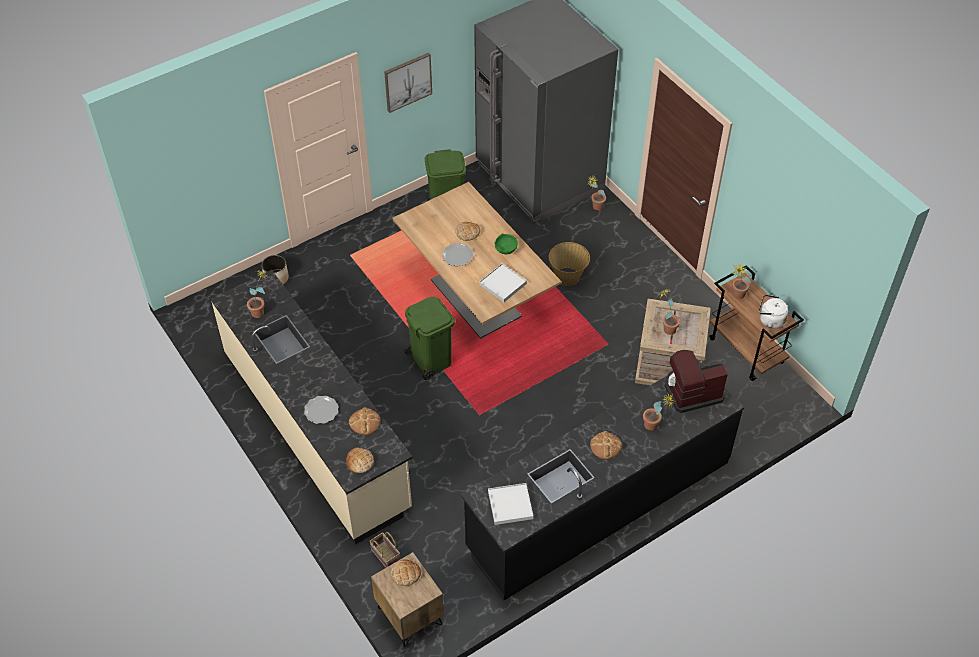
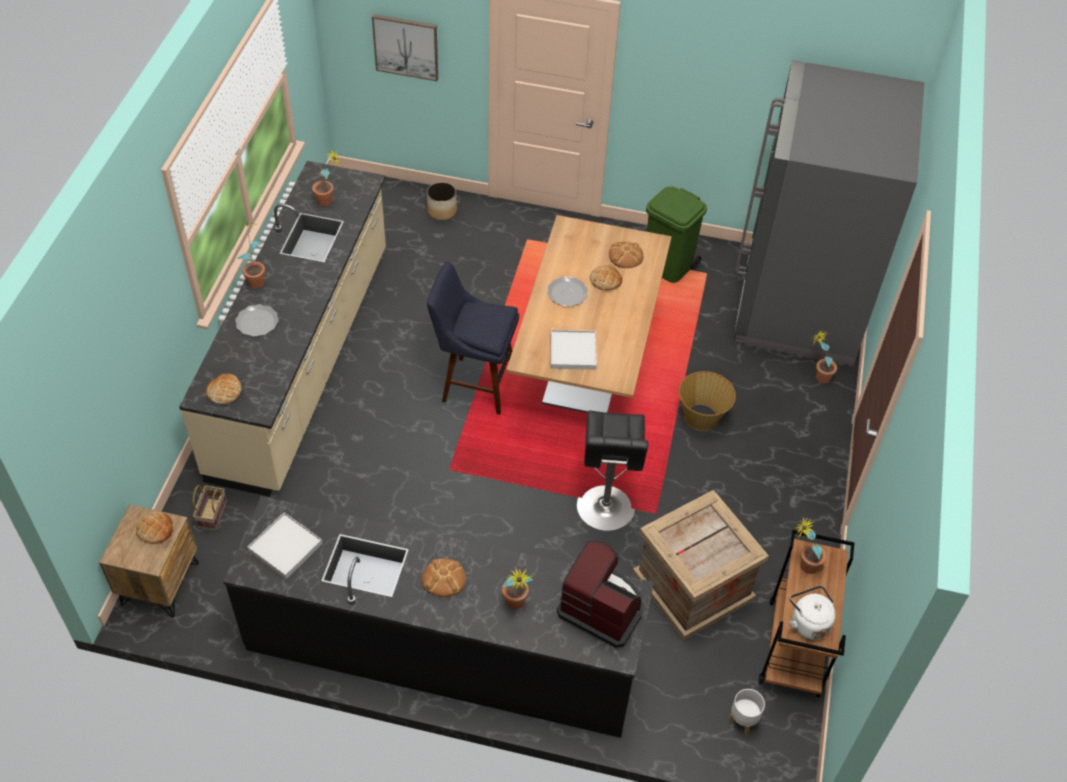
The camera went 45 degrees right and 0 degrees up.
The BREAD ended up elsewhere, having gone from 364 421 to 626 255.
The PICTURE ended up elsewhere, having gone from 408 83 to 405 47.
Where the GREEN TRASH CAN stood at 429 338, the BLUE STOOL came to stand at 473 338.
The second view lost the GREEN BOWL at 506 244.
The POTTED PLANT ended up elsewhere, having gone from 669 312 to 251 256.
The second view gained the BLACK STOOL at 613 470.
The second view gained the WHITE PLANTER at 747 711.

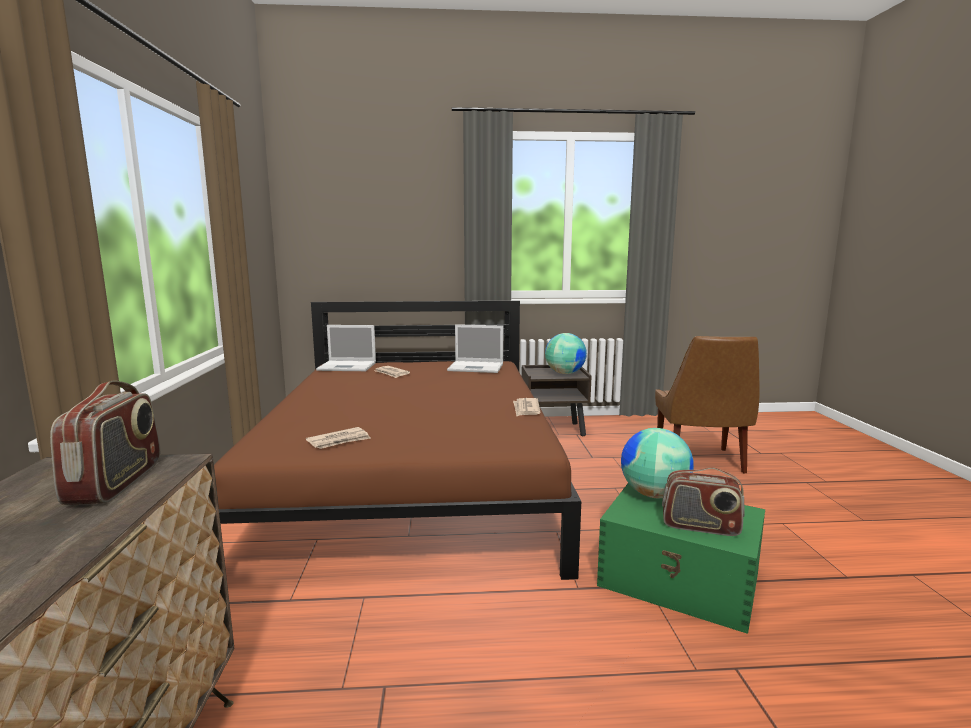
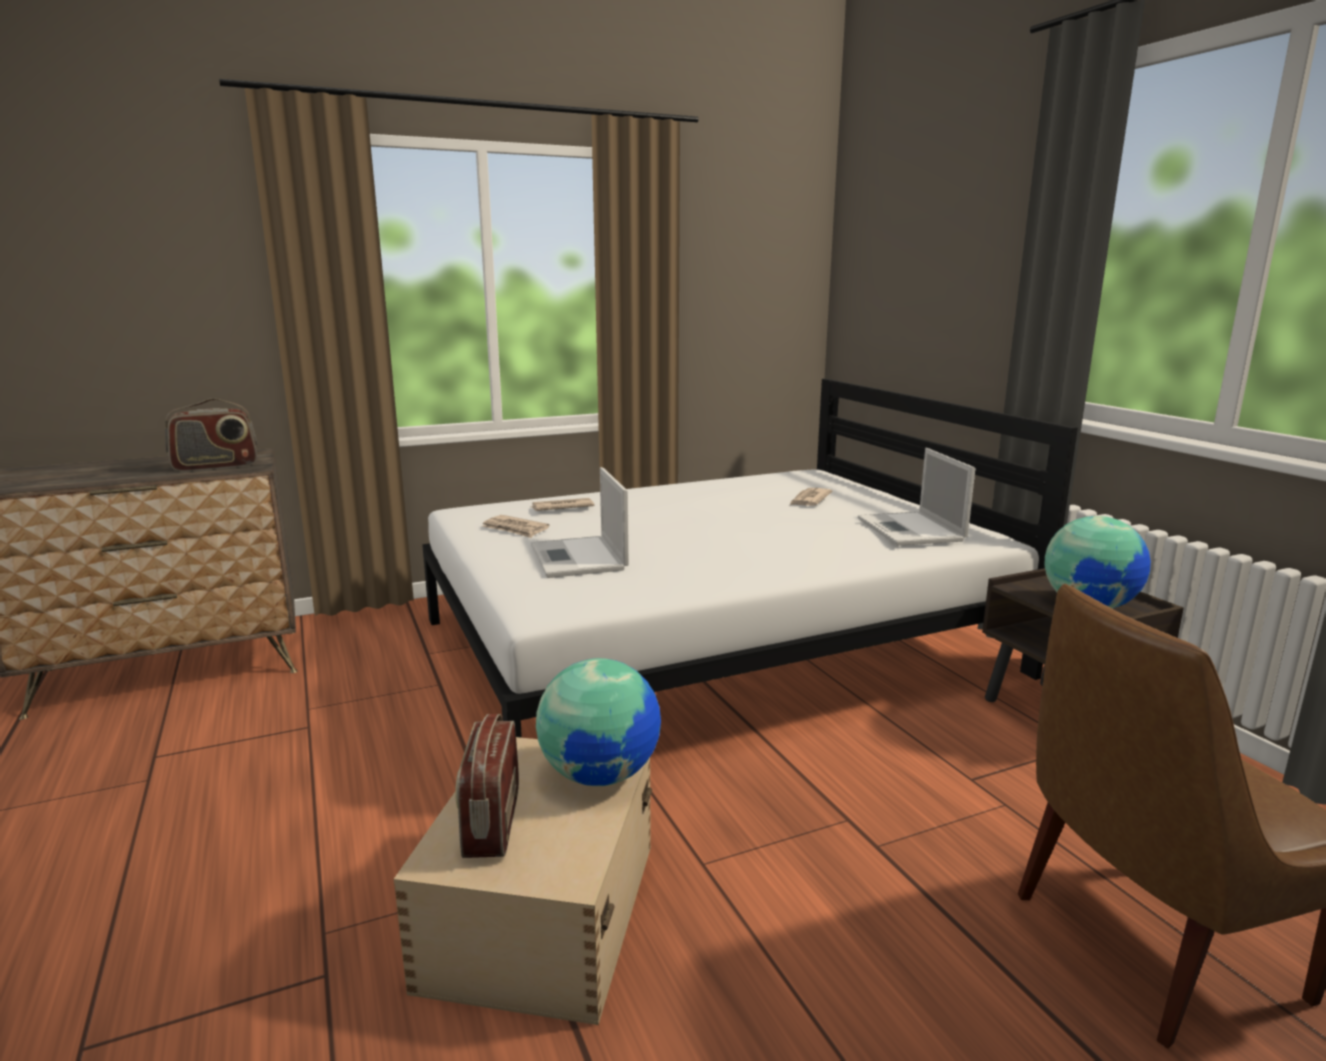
The camera went 70 degrees right and 5 degrees up.
What was the BROWN BED at 397 440 turned into the WHITE BED at 750 558.
The LAPTOP ended up elsewhere, having gone from 346 348 to 580 522.
The NEWSPAPER ended up elsewhere, having gone from 526 407 to 562 504.
What was the GREEN STORAGE BOX at 681 558 turned into the BEIGE STORAGE BOX at 523 881.

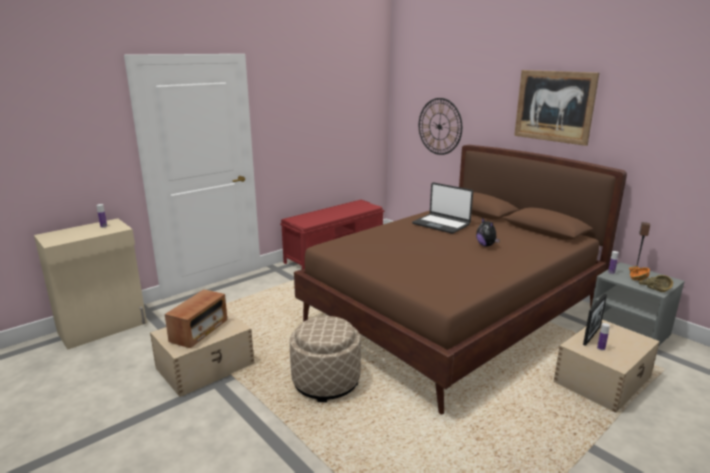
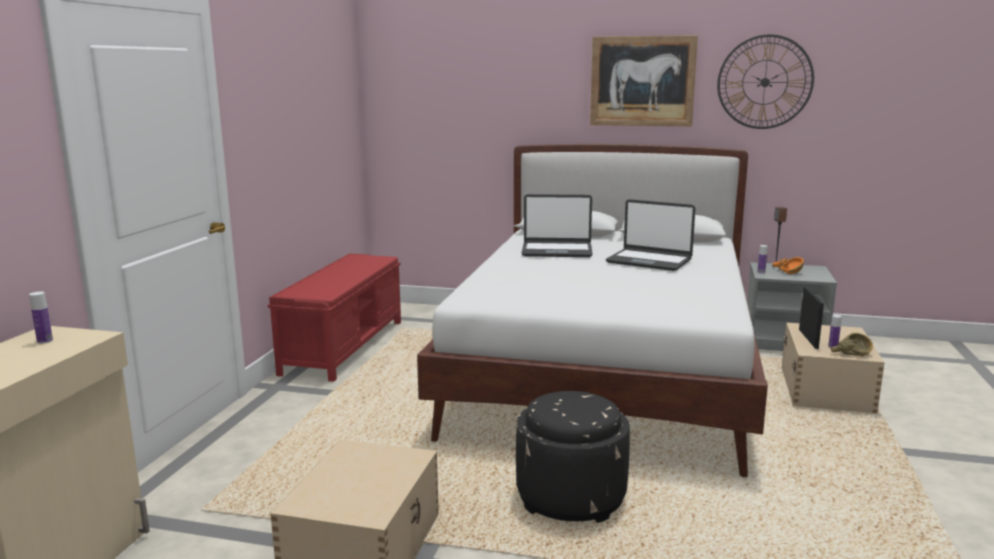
The camera went 35 degrees left and 5 degrees down.
The second view lost the RADIO at 196 318.
What was the BEIGE OTTOMAN at 325 359 turned into the BLACK OTTOMAN at 573 457.
What was the BROWN BED at 460 279 turned into the WHITE BED at 592 310.
The WALL CLOCK ended up elsewhere, having gone from 440 126 to 765 81.
Where the PLUSH TOY stood at 488 232, the LAPTOP came to stand at 651 235.
The BROWN BOWL ended up elsewhere, having gone from 656 283 to 852 344.

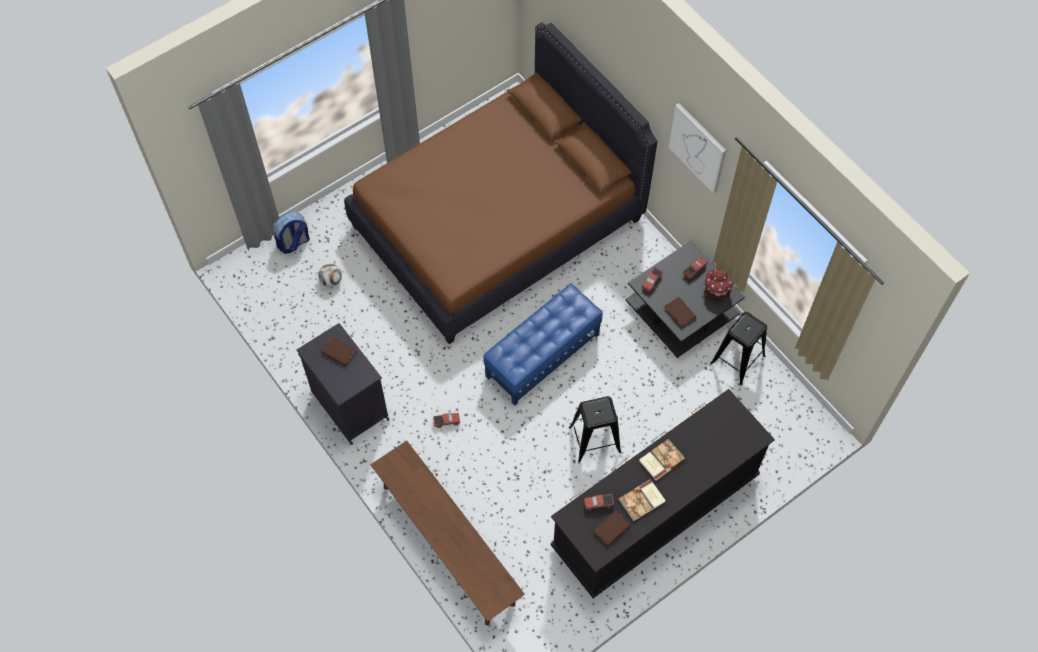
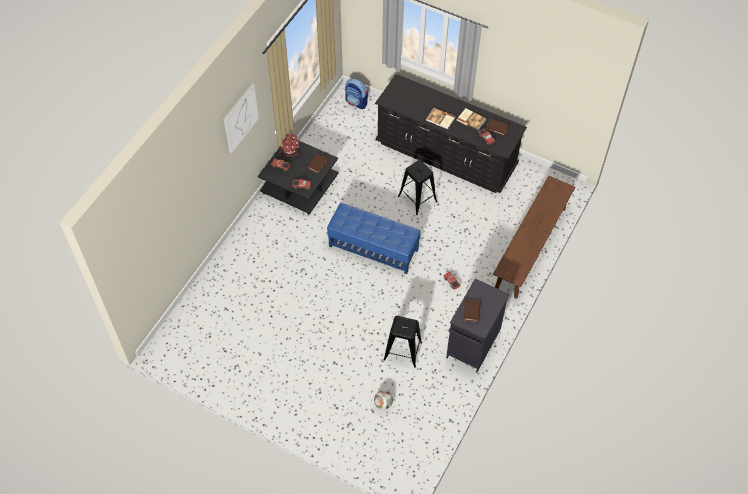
The camera went 115 degrees left and 5 degrees down.
The BACKPACK ended up elsewhere, having gone from 291 233 to 356 93.
The second view lost the BROWN BED at 501 183.
The BLACK STOOL ended up elsewhere, having gone from 738 348 to 402 342.

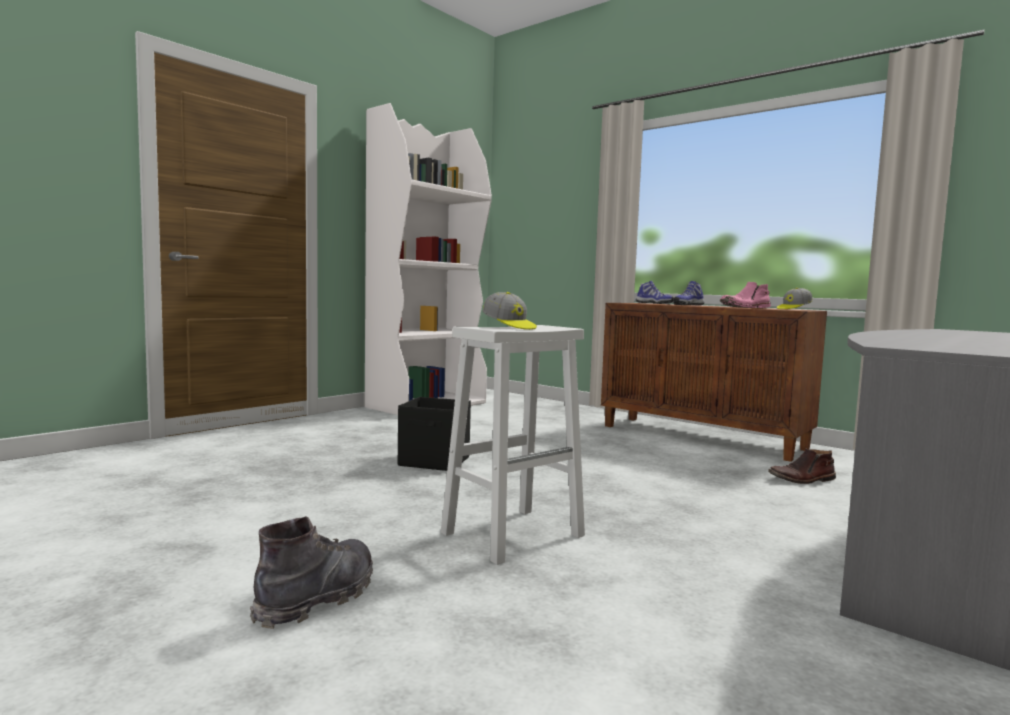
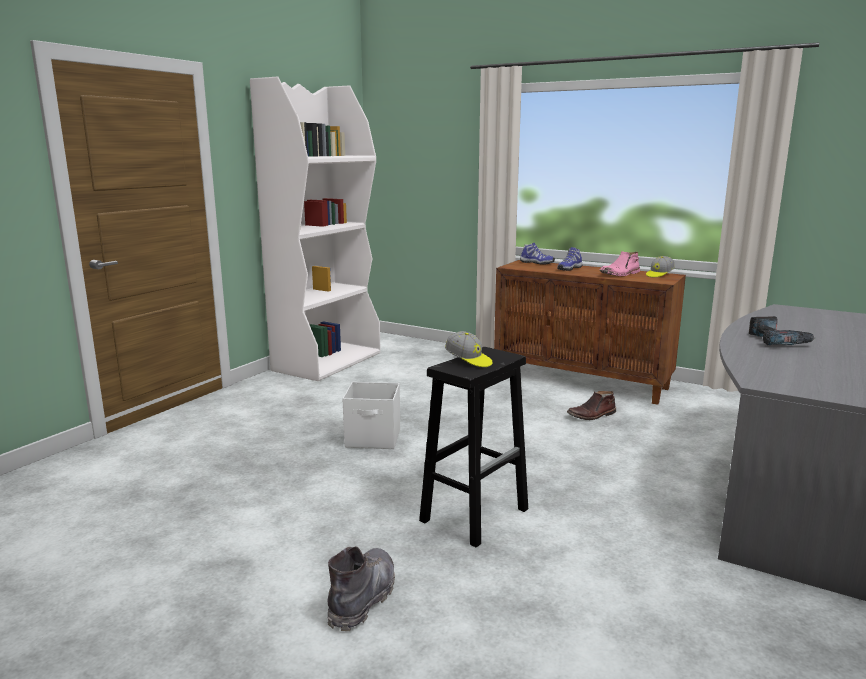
The camera went 10 degrees left and 10 degrees up.
What was the BLACK STORAGE BOX at 434 434 turned into the WHITE STORAGE BOX at 371 415.
What was the WHITE STOOL at 513 445 turned into the BLACK STOOL at 473 447.
The BROWN BOOT ended up elsewhere, having gone from 802 466 to 591 405.
The second view gained the POWER DRILL at 782 330.

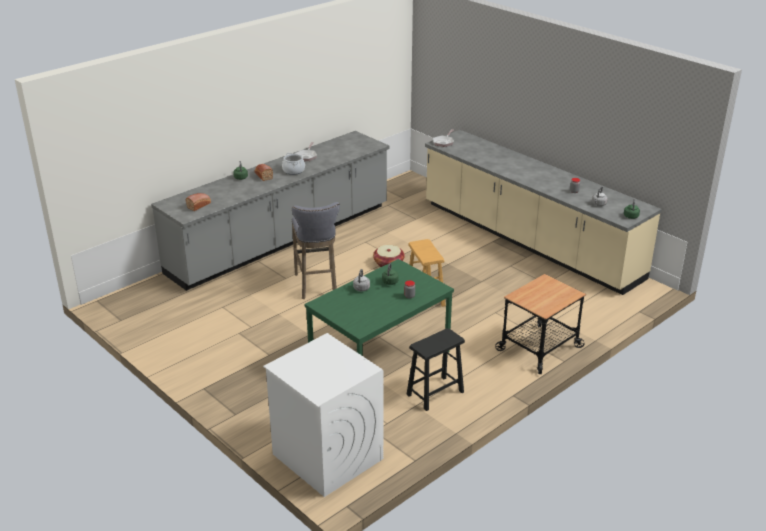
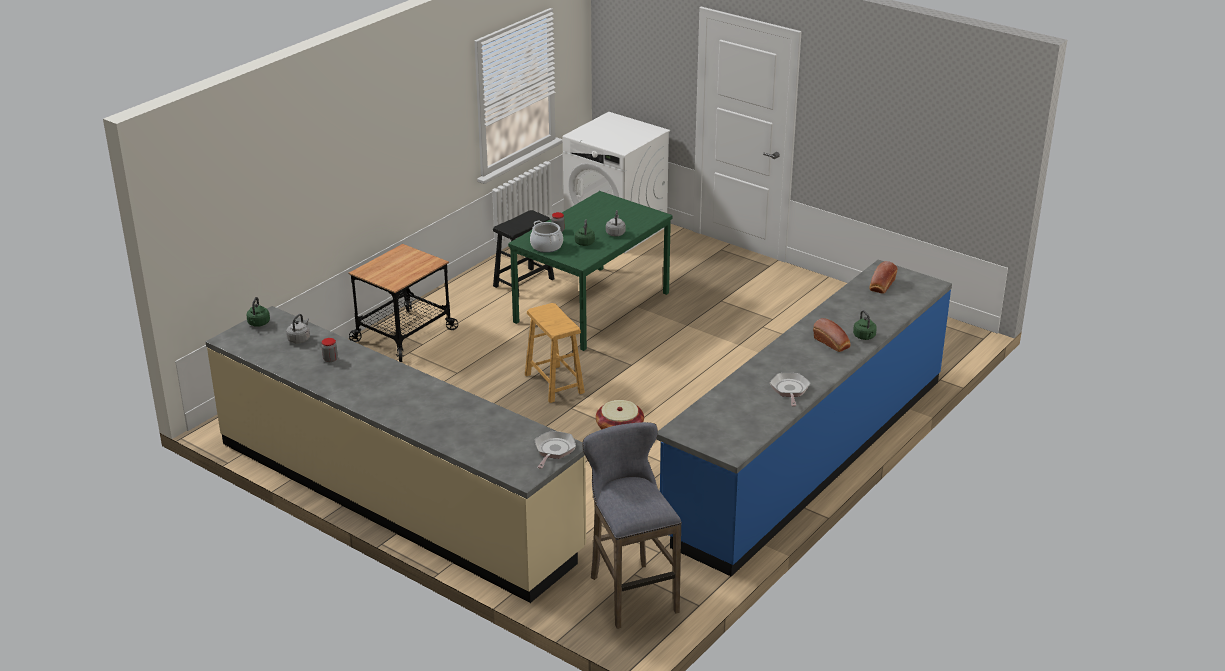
The camera went 170 degrees right and 0 degrees up.
What was the GREY COUNTER at 270 211 turned into the BLUE COUNTER at 804 418.
The COOKING POT ended up elsewhere, having gone from 293 163 to 546 237.
The GREY STOOL ended up elsewhere, having gone from 316 250 to 632 525.

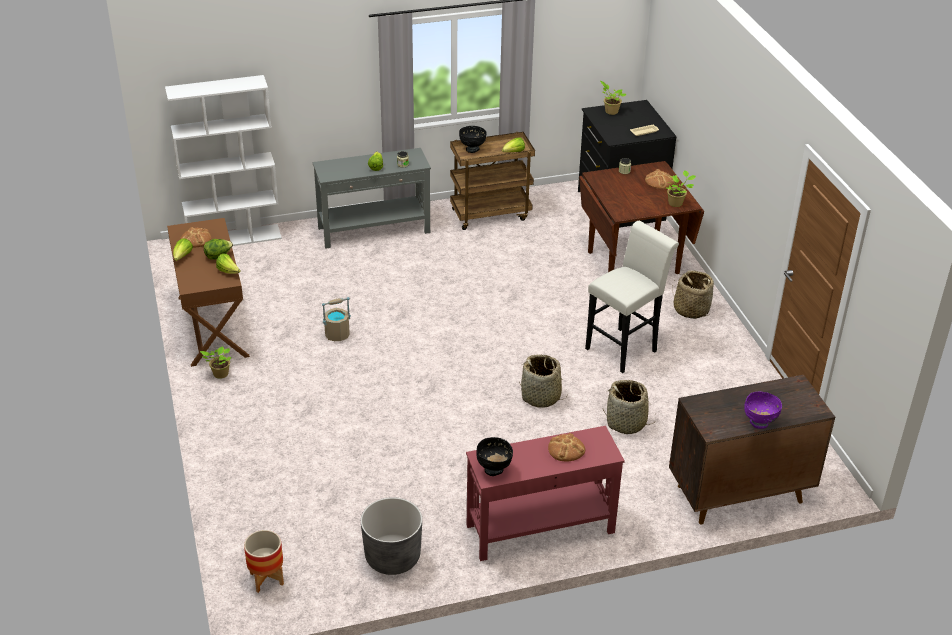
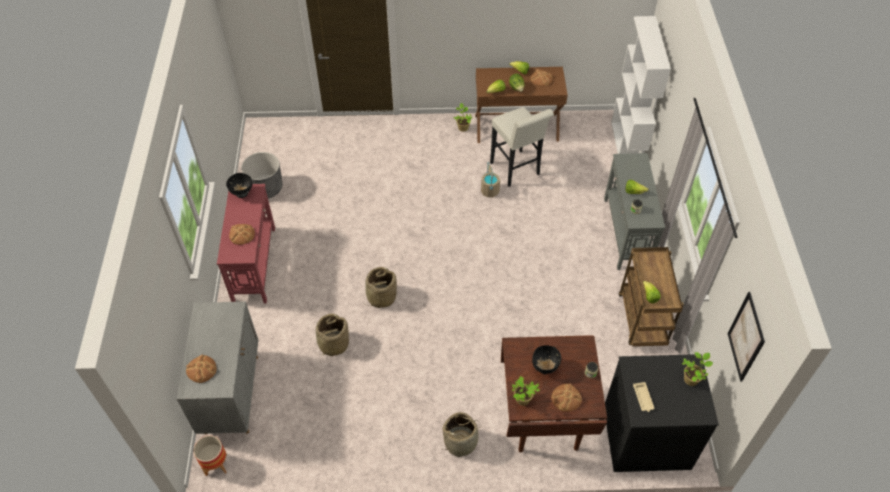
The camera went 105 degrees right and 15 degrees up.
The PLANTER ended up elsewhere, having gone from 264 561 to 210 455.
The BLACK BOWL ended up elsewhere, having gone from 473 139 to 546 359.
The WHITE STOOL ended up elsewhere, having gone from 632 297 to 522 147.
What was the BROWN CABINET at 752 450 turned into the GREY CABINET at 217 368.
The second view lost the PURPLE BOWL at 763 410.
The second view gained the BREAD at 201 369.
The second view gained the PICTURE at 746 337.

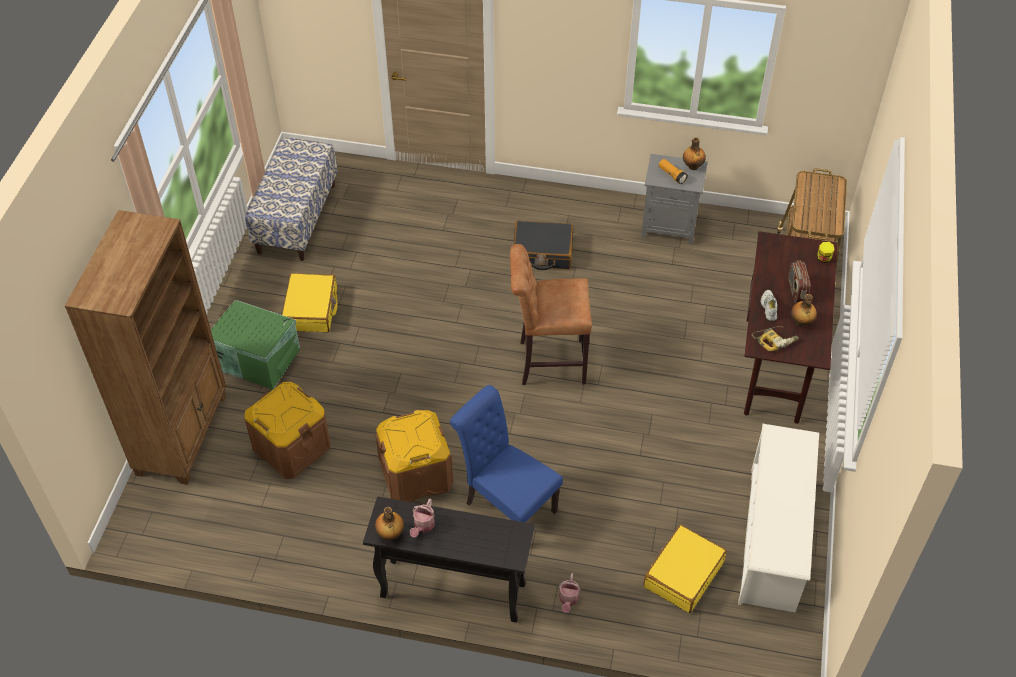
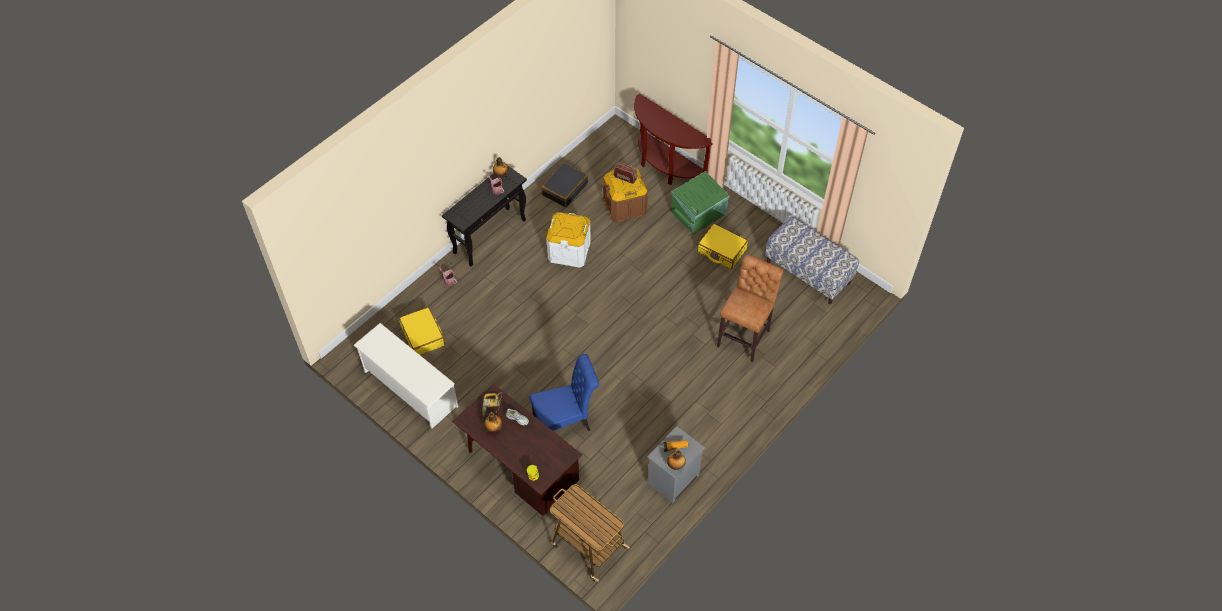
The camera went 120 degrees right and 5 degrees up.
Where the BROWN BOOKCASE stood at 145 347, the BROWN CONSOLE TABLE came to stand at 673 139.
What was the BROWN STORAGE BOX at 414 456 turned into the WHITE STORAGE BOX at 568 240.
The BLUE CHAIR ended up elsewhere, having gone from 506 453 to 564 392.
The BROWN STOOL ended up elsewhere, having gone from 551 314 to 750 308.
The BLACK SUITCASE ended up elsewhere, having gone from 543 245 to 564 184.
The RADIO ended up elsewhere, having gone from 799 281 to 625 173.

